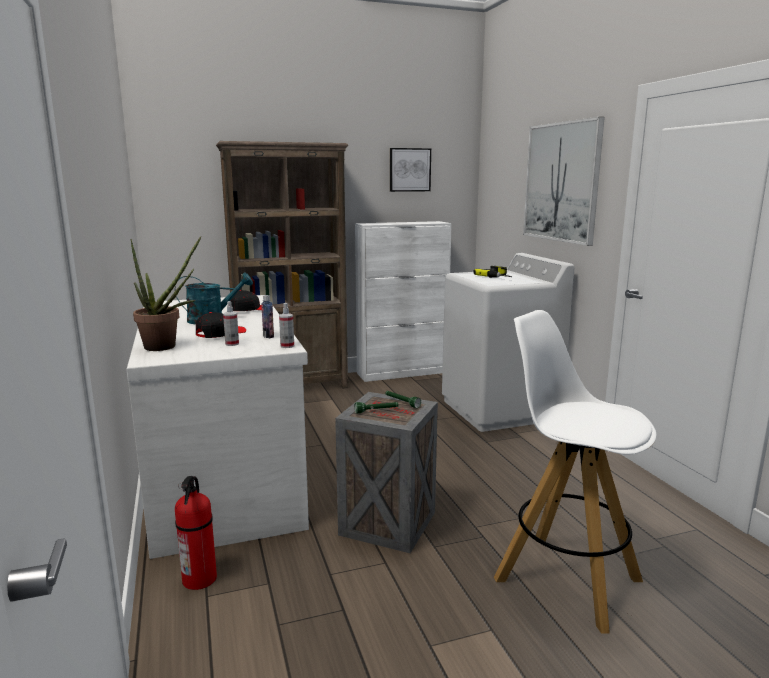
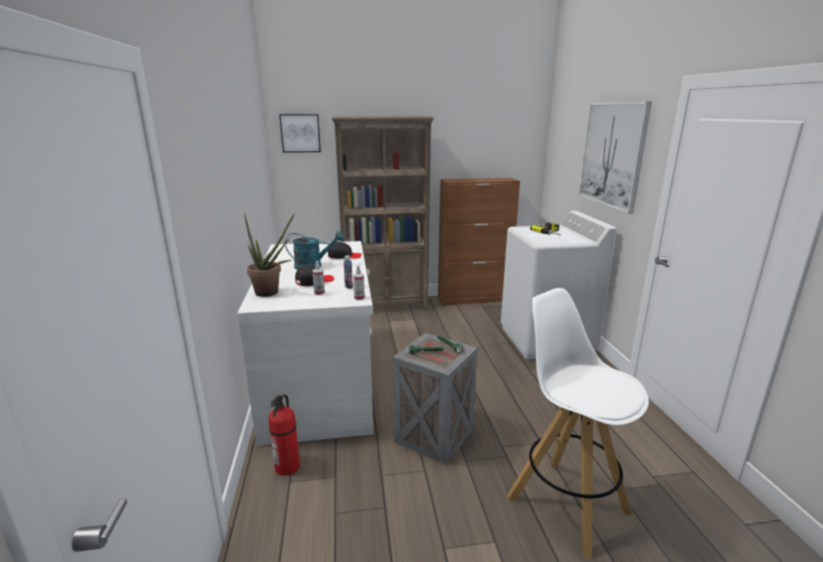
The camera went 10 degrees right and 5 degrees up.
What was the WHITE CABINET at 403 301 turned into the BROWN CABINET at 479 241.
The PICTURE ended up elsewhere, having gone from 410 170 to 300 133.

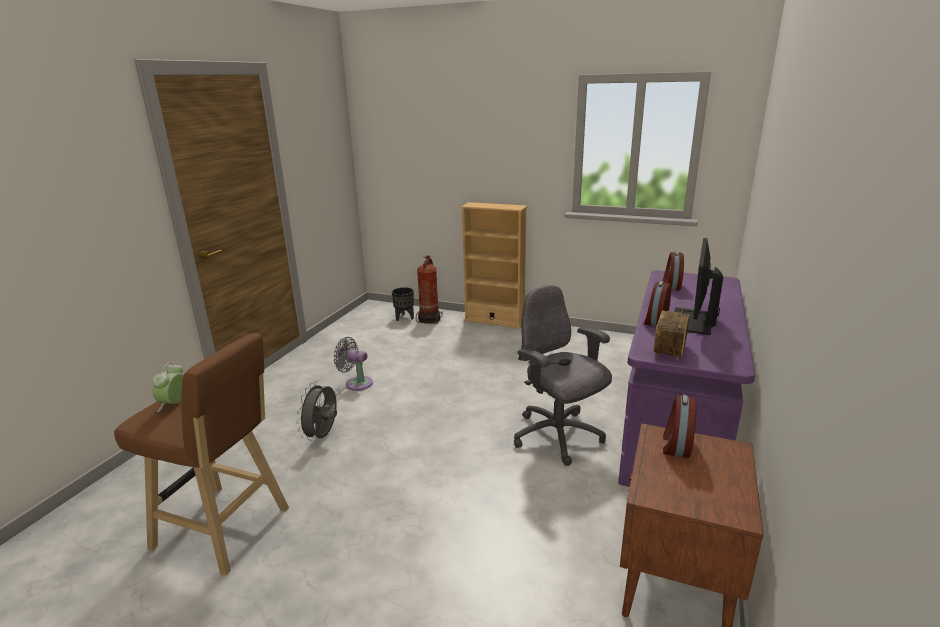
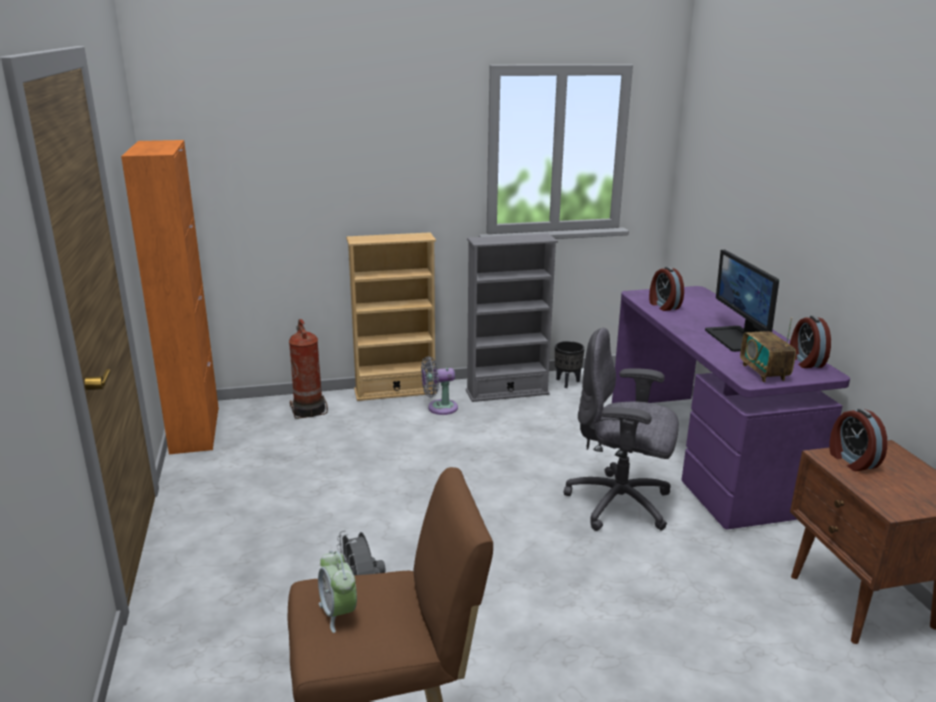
The camera went 35 degrees left and 0 degrees up.
The GREY FAN ended up elsewhere, having gone from 353 364 to 439 385.
The BLACK PLANTER ended up elsewhere, having gone from 403 304 to 570 364.
The ALARM CLOCK ended up elsewhere, having gone from 657 303 to 810 342.
The second view gained the ORANGE CABINET at 170 297.
The second view gained the GREY BOOKCASE at 512 318.

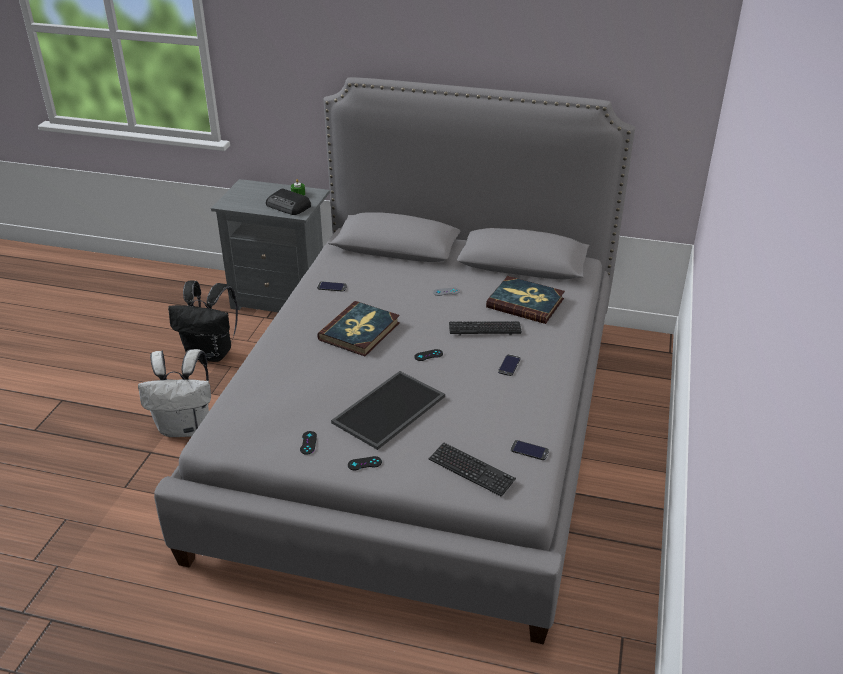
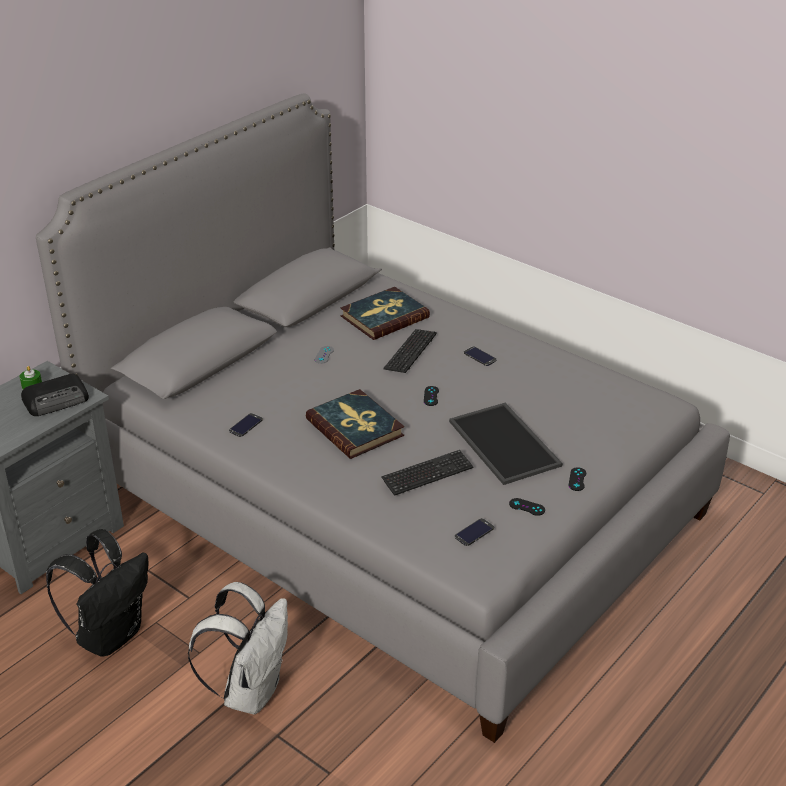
The camera went 65 degrees left and 0 degrees up.
The KEYBOARD ended up elsewhere, having gone from 472 470 to 427 473.
The PHONE ended up elsewhere, having gone from 530 450 to 474 532.

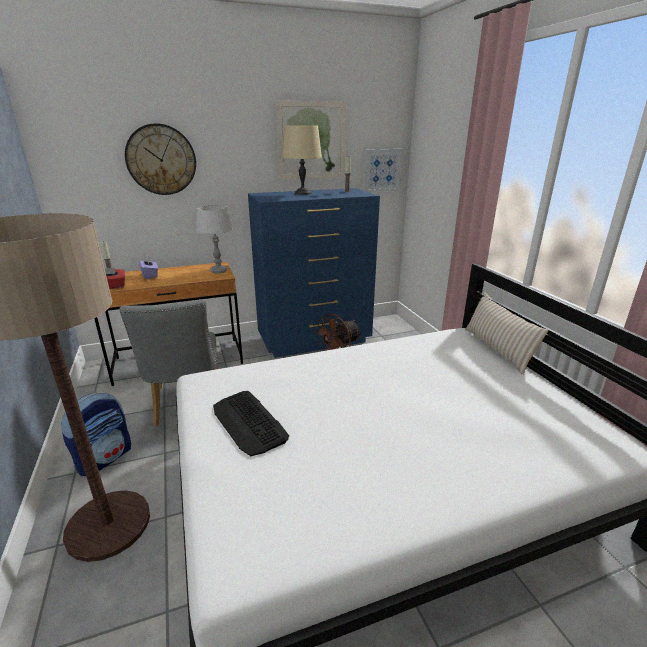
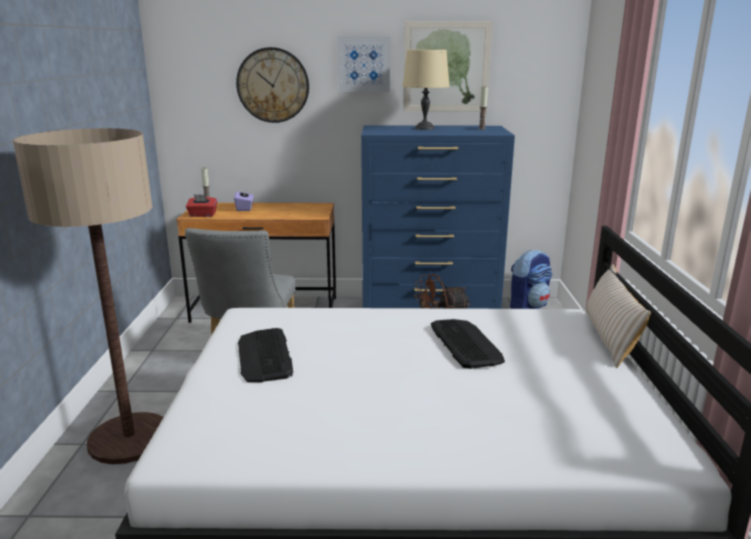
The camera went 20 degrees right and 5 degrees down.
The BACKPACK ended up elsewhere, having gone from 96 434 to 531 279.
The second view lost the GREY TABLE LAMP at 214 239.
The PICTURE ended up elsewhere, having gone from 383 170 to 363 64.
The second view gained the KEYBOARD at 468 344.

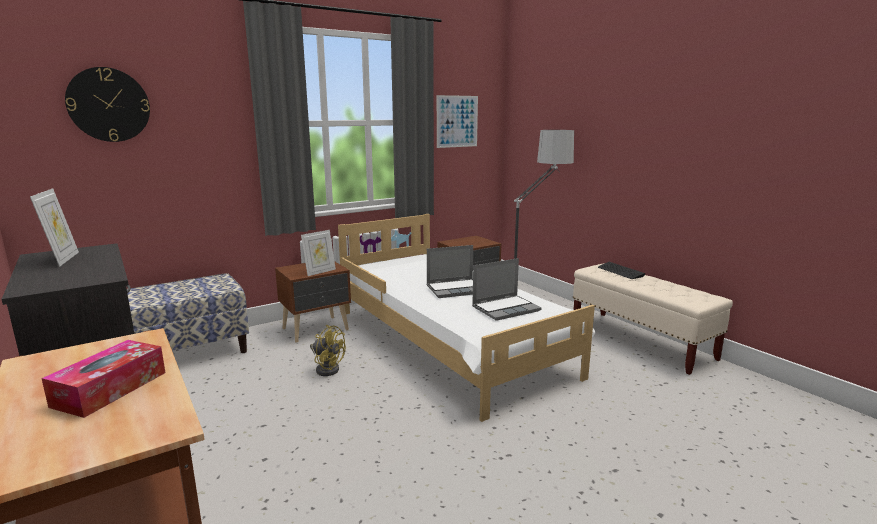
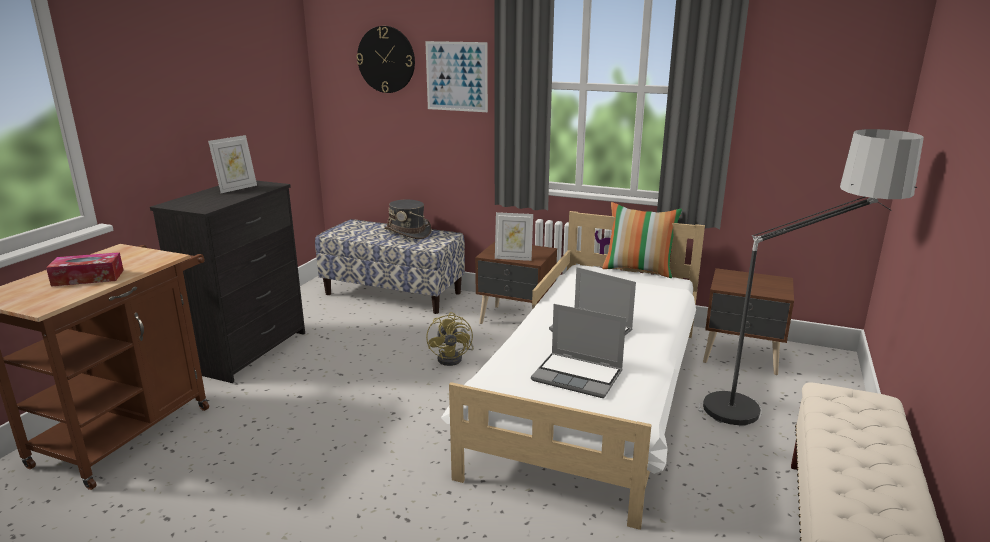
The camera went 55 degrees right and 5 degrees up.
The PICTURE ended up elsewhere, having gone from 457 121 to 456 76.
The second view lost the KEYBOARD at 621 270.
The second view gained the GREY HAT at 408 219.
The second view gained the PILLOW at 642 240.

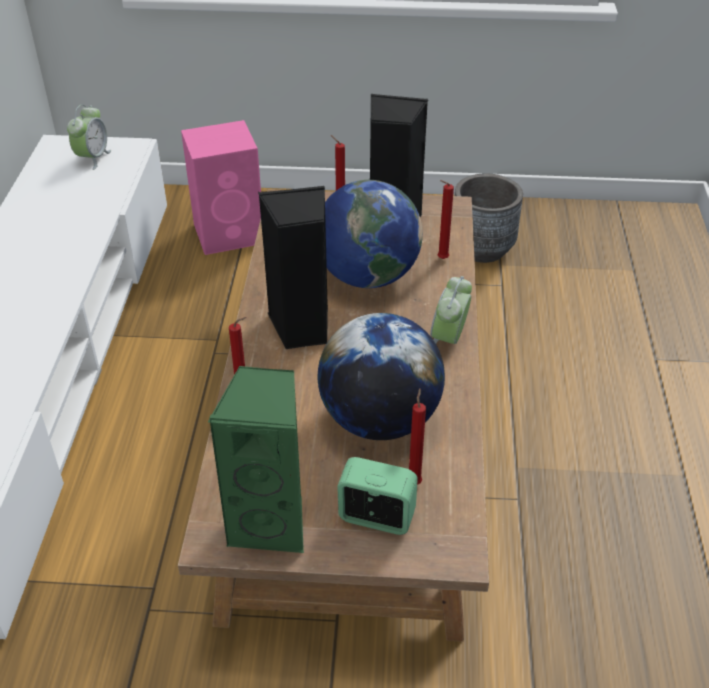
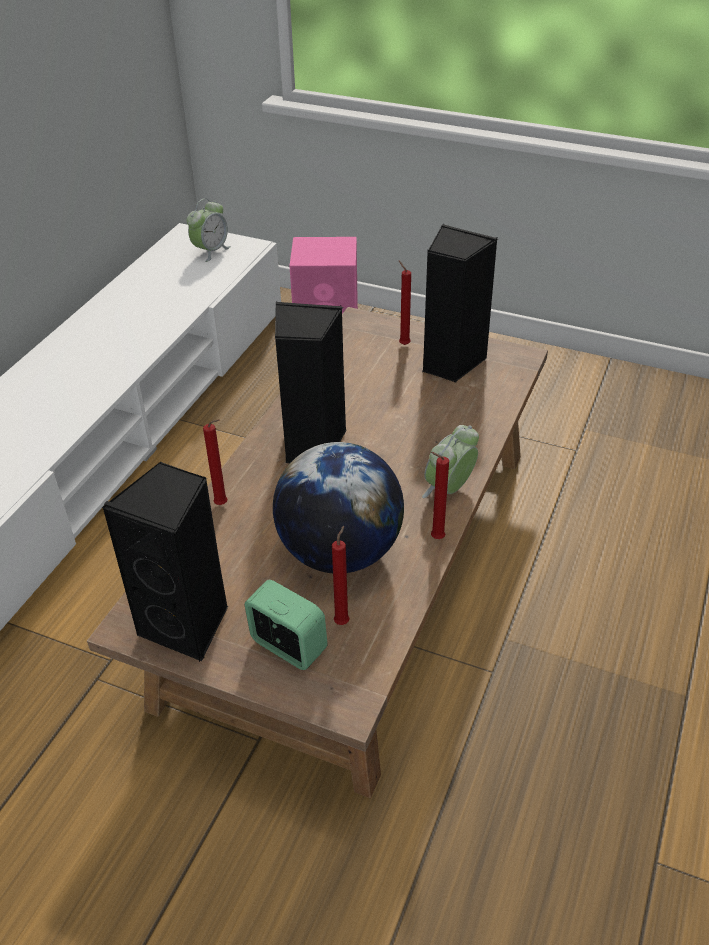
The camera went 20 degrees right and 0 degrees up.
What was the GREEN SPEAKER at 256 459 turned into the BLACK SPEAKER at 165 562.
The second view lost the GLOBE at 374 234.
The RED CANDLE ended up elsewhere, having gone from 446 219 to 439 495.
The second view lost the GREY PLANTER at 489 218.

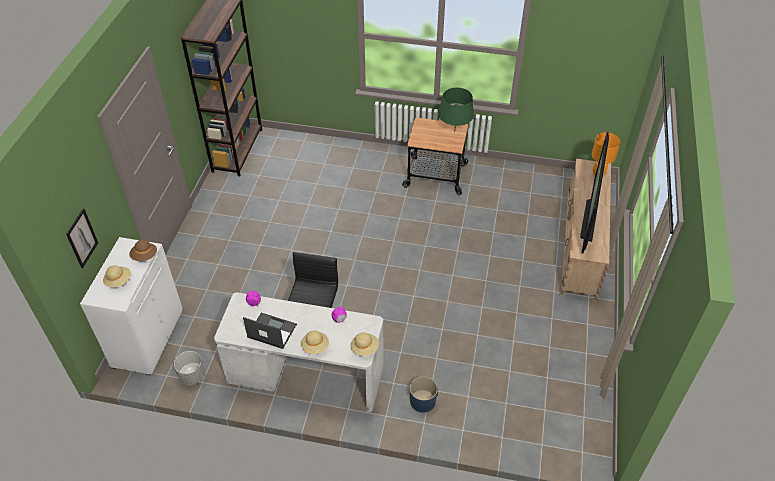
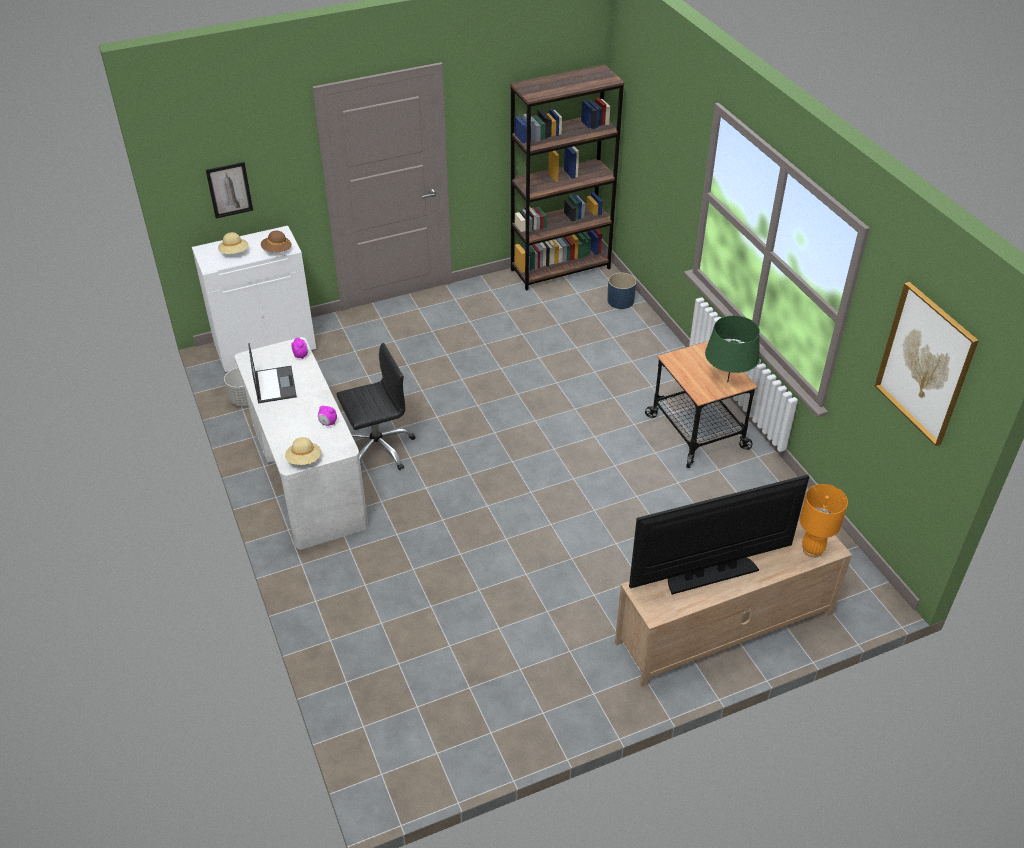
The camera went 55 degrees right and 5 degrees down.
The second view lost the BEIGE HAT at 315 342.
The BLUE PLANTER ended up elsewhere, having gone from 424 394 to 621 291.
The second view gained the PICTURE at 927 364.

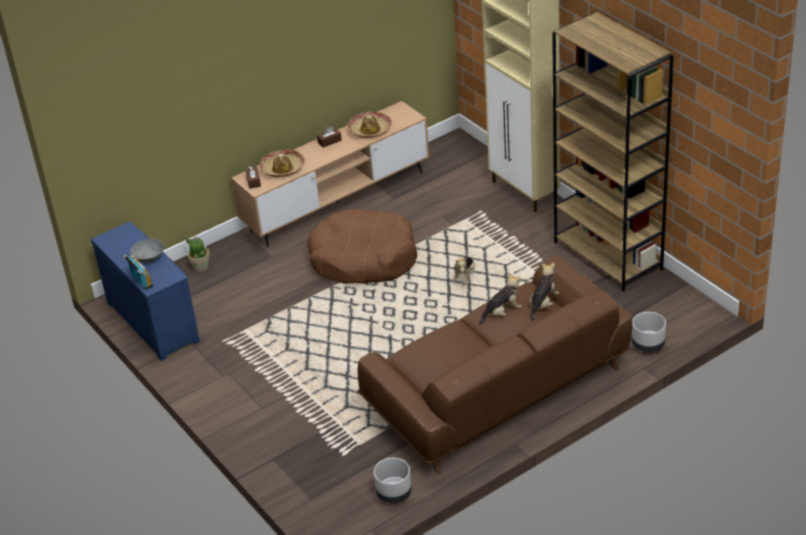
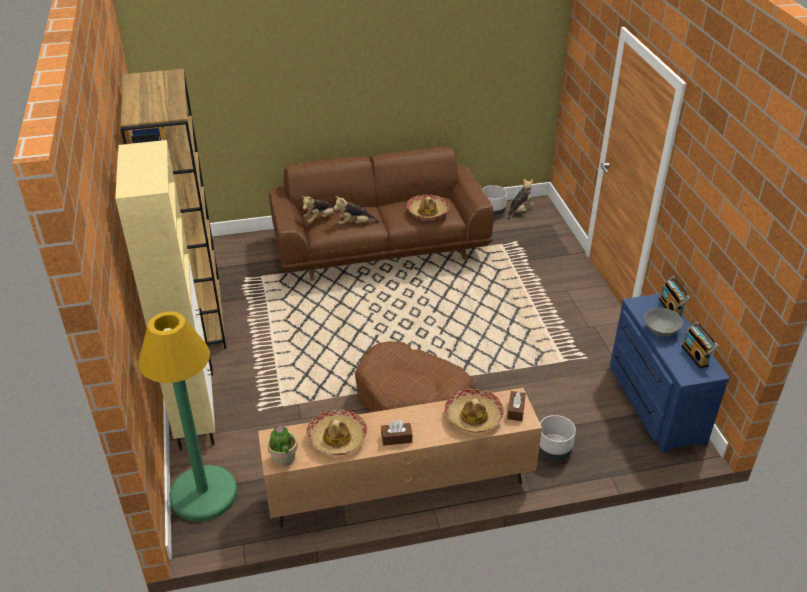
The camera went 160 degrees left and 0 degrees up.
The POTTED PLANT ended up elsewhere, having gone from 198 254 to 282 446.
The PLUSH TOY ended up elsewhere, having gone from 463 270 to 520 199.
The GREY PLANTER ended up elsewhere, having gone from 649 332 to 557 437.
The second view gained the GREEN FLOOR LAMP at 187 416.
The second view gained the HAT at 428 207.
The second view gained the RADIO at 700 344.

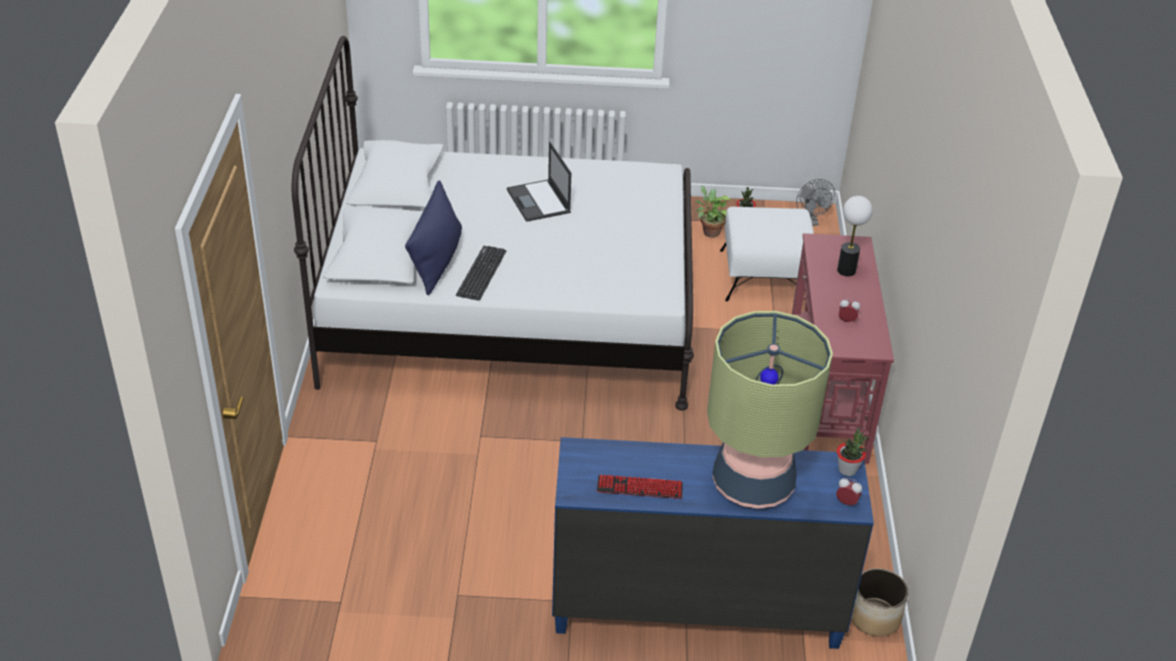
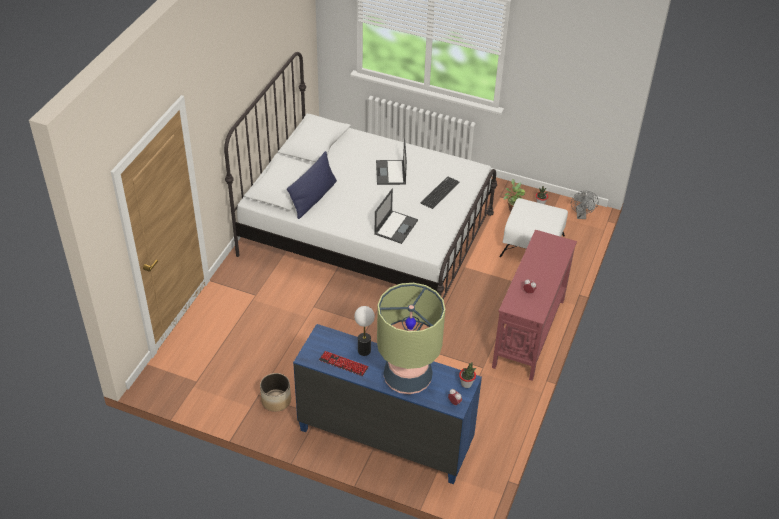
The camera went 20 degrees right and 5 degrees up.
The KEYBOARD ended up elsewhere, having gone from 481 273 to 440 192.
The TABLE LAMP ended up elsewhere, having gone from 855 236 to 364 331.
The PLANTER ended up elsewhere, having gone from 879 602 to 275 392.
The second view gained the LAPTOP at 396 216.

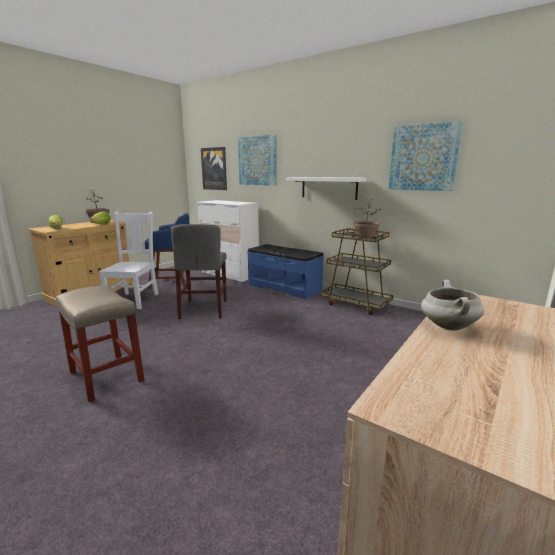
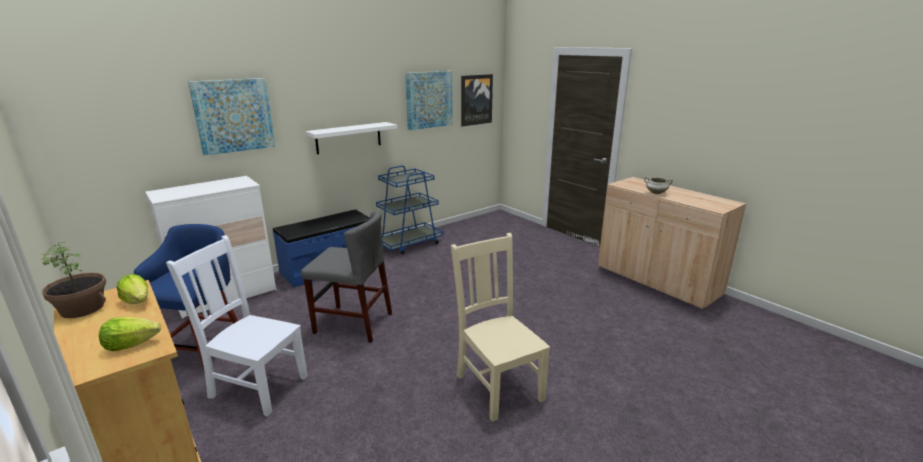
The camera went 75 degrees left and 5 degrees up.
Where the BEIGE STOOL stood at 100 343, the BEIGE CHAIR came to stand at 500 327.
The PICTURE ended up elsewhere, having gone from 214 168 to 477 100.
What was the BROWN CART at 357 271 turned into the BLUE CART at 409 210.
The second view lost the POTTED PLANT at 367 219.

